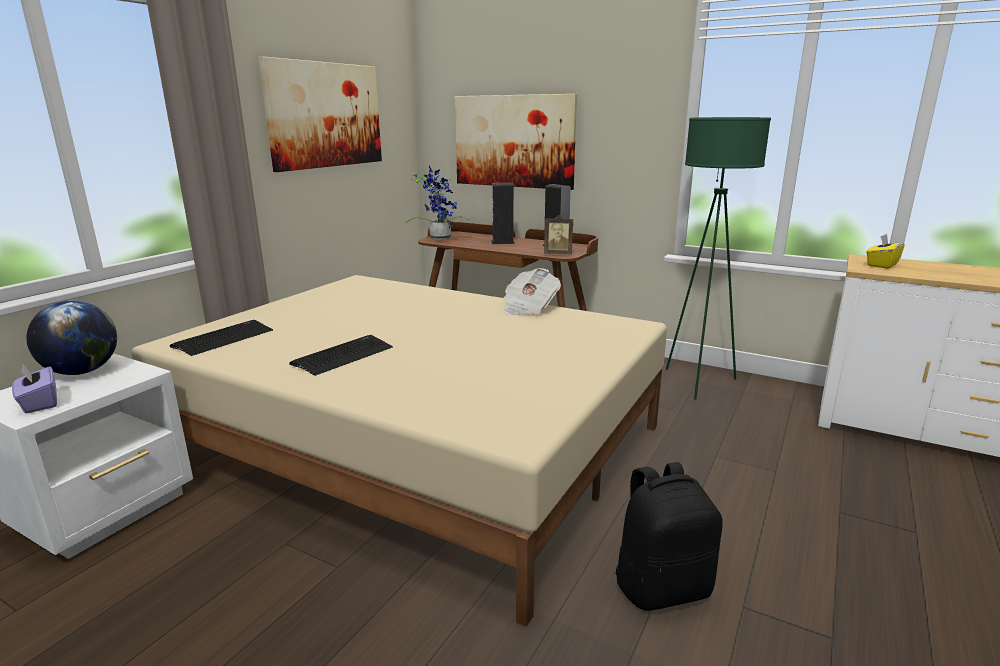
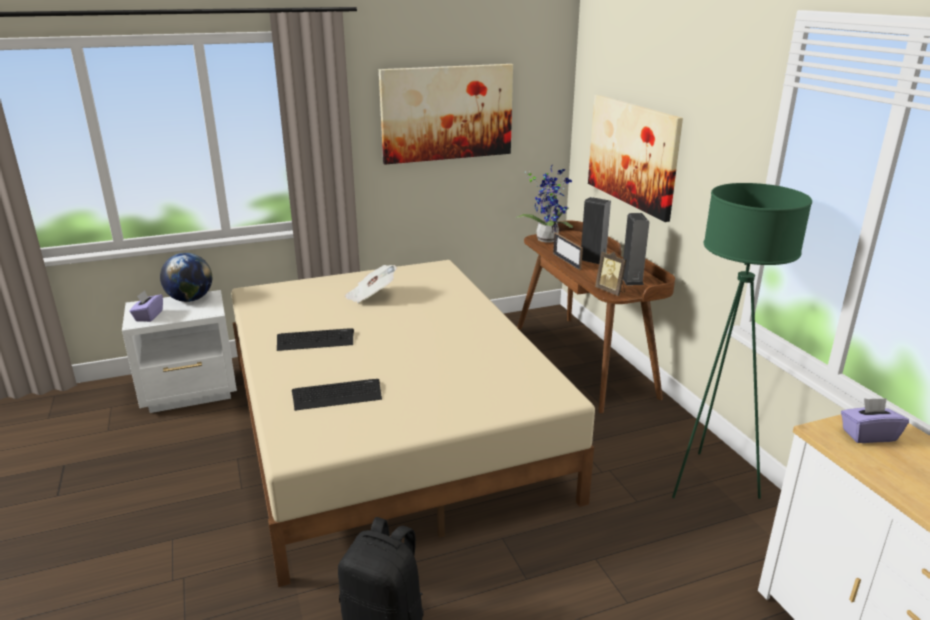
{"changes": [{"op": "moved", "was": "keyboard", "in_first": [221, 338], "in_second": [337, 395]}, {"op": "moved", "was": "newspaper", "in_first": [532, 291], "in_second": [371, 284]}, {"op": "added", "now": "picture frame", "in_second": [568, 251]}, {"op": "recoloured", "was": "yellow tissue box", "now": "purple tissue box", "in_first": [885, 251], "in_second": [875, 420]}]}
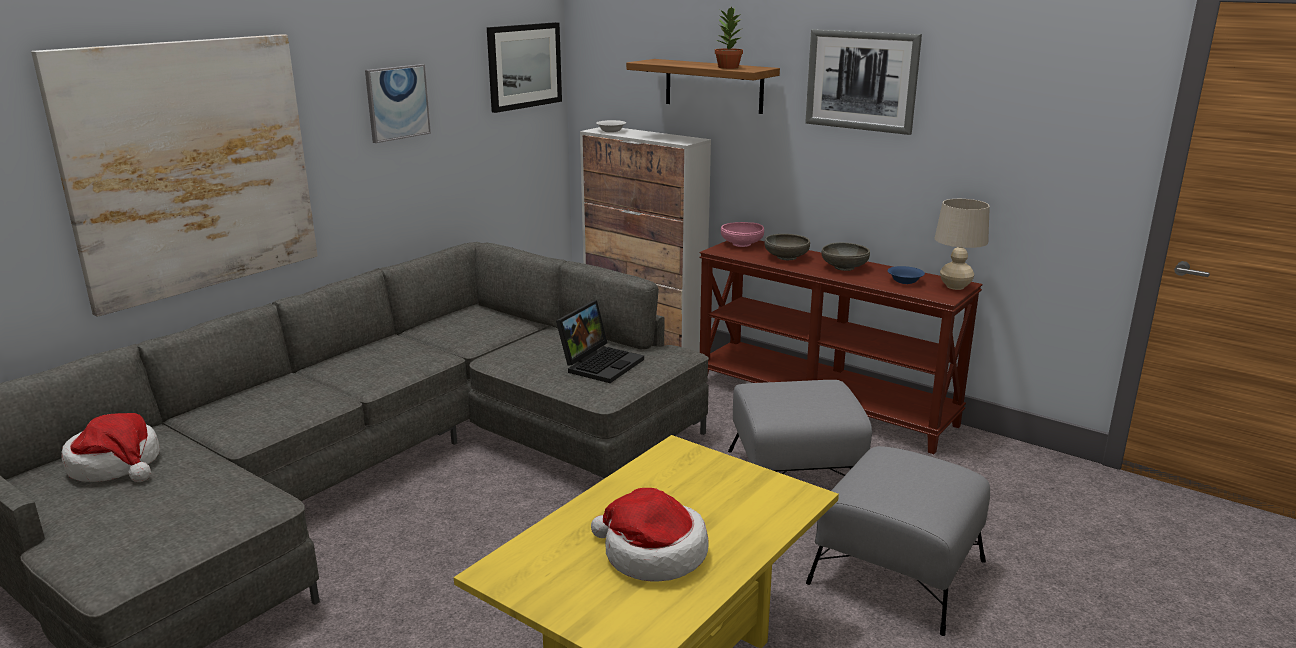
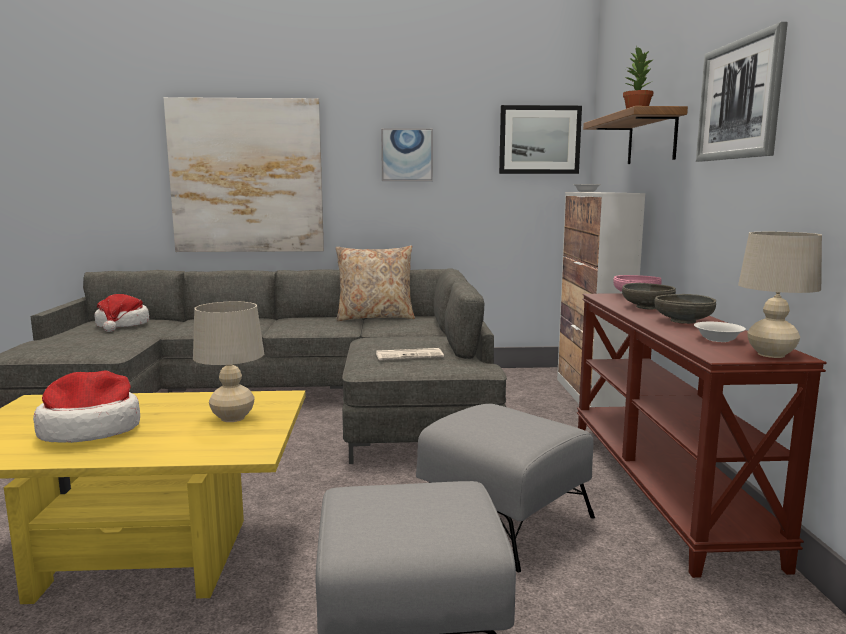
{"changes": [{"op": "added", "now": "beige table lamp", "in_second": [228, 361]}, {"op": "added", "now": "beige pillow", "in_second": [375, 283]}, {"op": "replaced", "was": "laptop", "now": "newspaper", "in_first": [600, 341], "in_second": [410, 354]}, {"op": "recoloured", "was": "blue bowl", "now": "white bowl", "in_first": [906, 275], "in_second": [720, 332]}]}
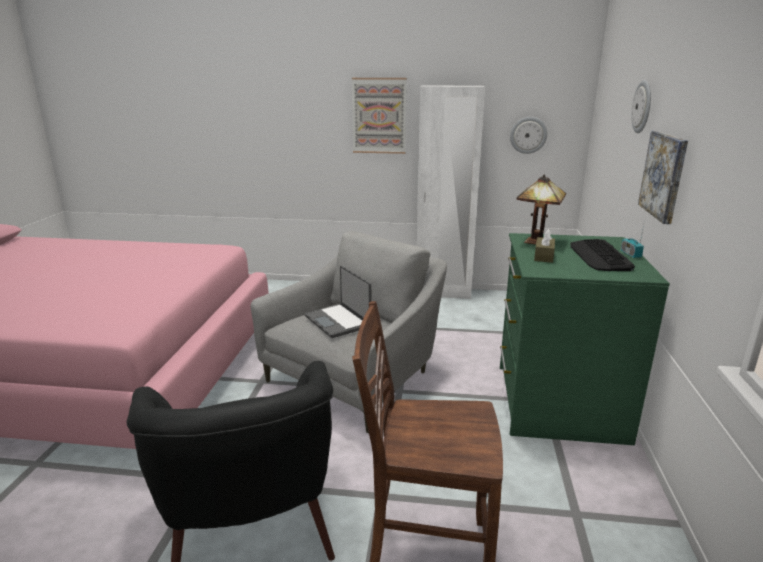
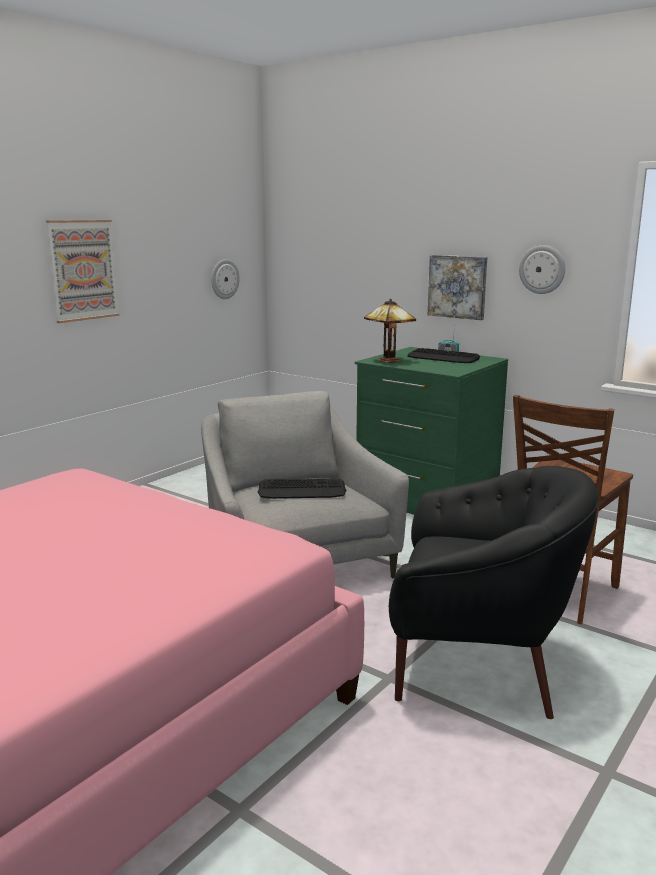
{"changes": [{"op": "replaced", "was": "laptop", "now": "keyboard", "in_first": [338, 302], "in_second": [302, 488]}, {"op": "moved", "was": "wall clock", "in_first": [641, 106], "in_second": [542, 269]}, {"op": "removed", "was": "white wardrobe", "in_first": [450, 192]}, {"op": "removed", "was": "brown tissue box", "in_first": [544, 246]}]}
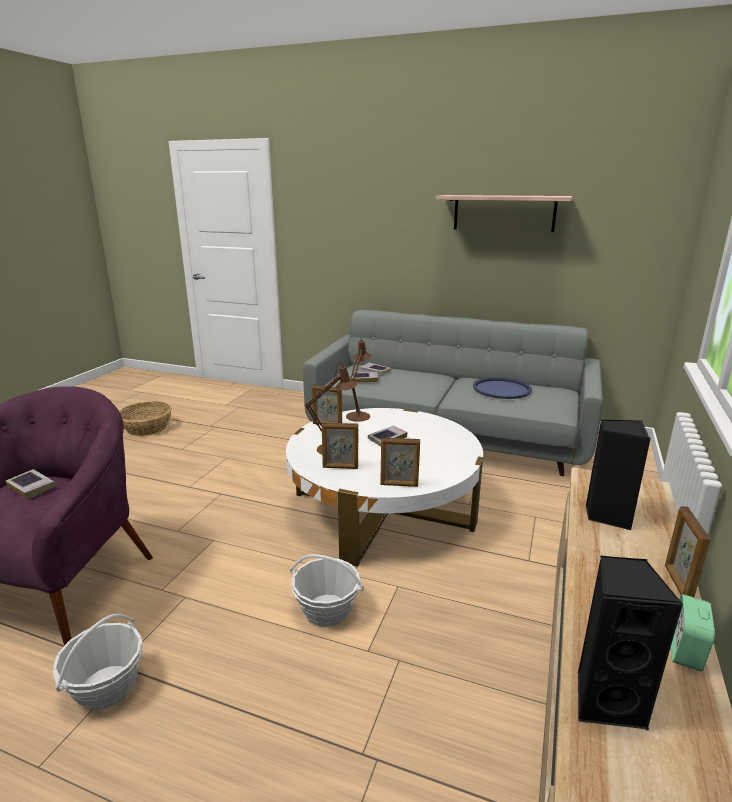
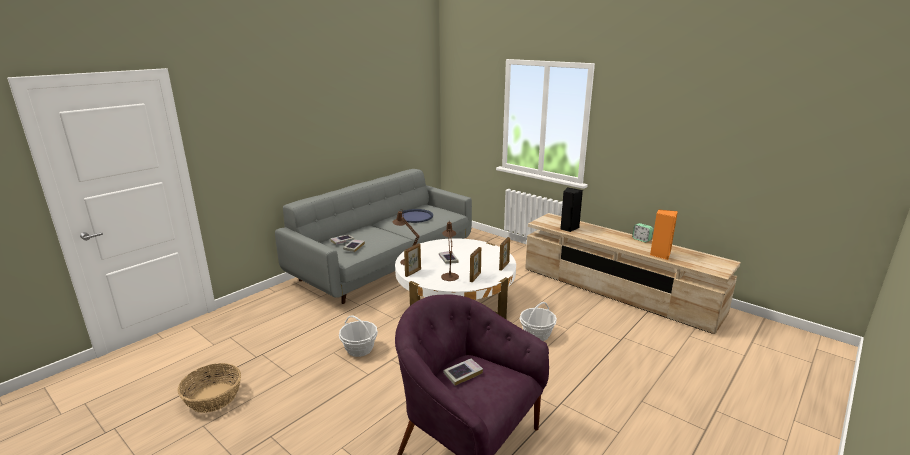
{"changes": [{"op": "moved", "was": "basket", "in_first": [98, 662], "in_second": [358, 336]}, {"op": "recoloured", "was": "black speaker", "now": "orange speaker", "in_first": [630, 643], "in_second": [664, 234]}, {"op": "removed", "was": "shelf", "in_first": [504, 213]}, {"op": "removed", "was": "picture frame", "in_first": [687, 551]}]}
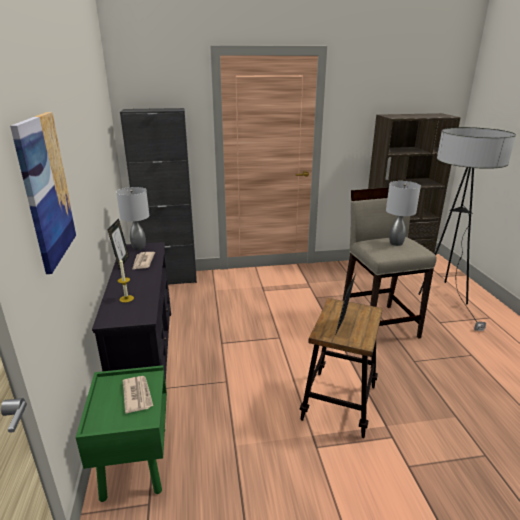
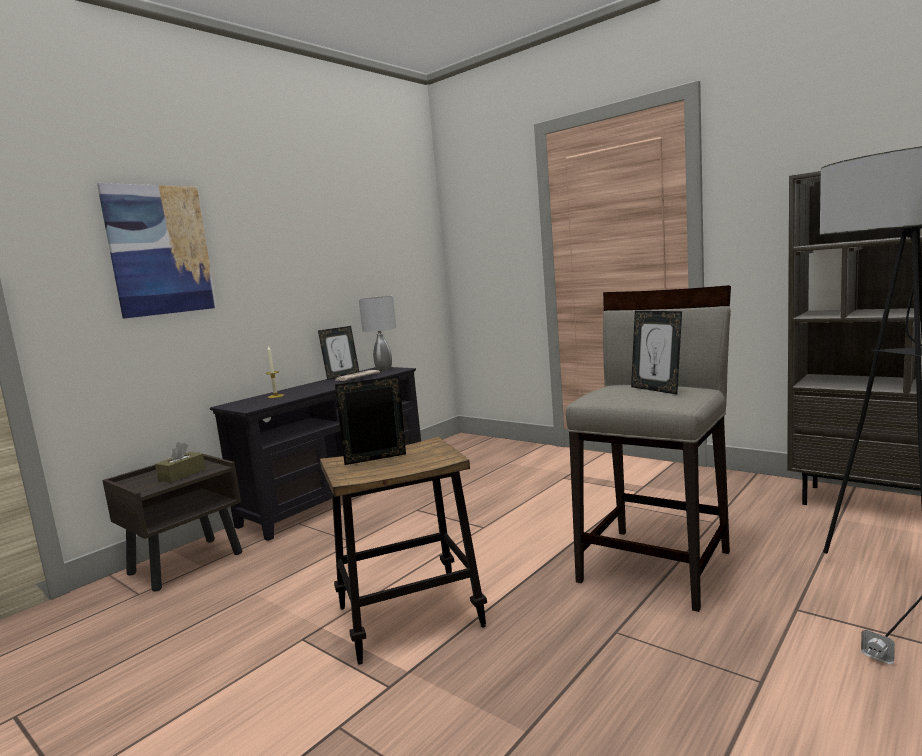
{"changes": [{"op": "recoloured", "was": "green nightstand", "now": "brown nightstand", "in_first": [121, 433], "in_second": [172, 522]}, {"op": "replaced", "was": "newspaper", "now": "brown tissue box", "in_first": [138, 395], "in_second": [180, 462]}, {"op": "replaced", "was": "grey table lamp", "now": "picture frame", "in_first": [403, 213], "in_second": [656, 352]}, {"op": "removed", "was": "black cabinet", "in_first": [158, 196]}]}
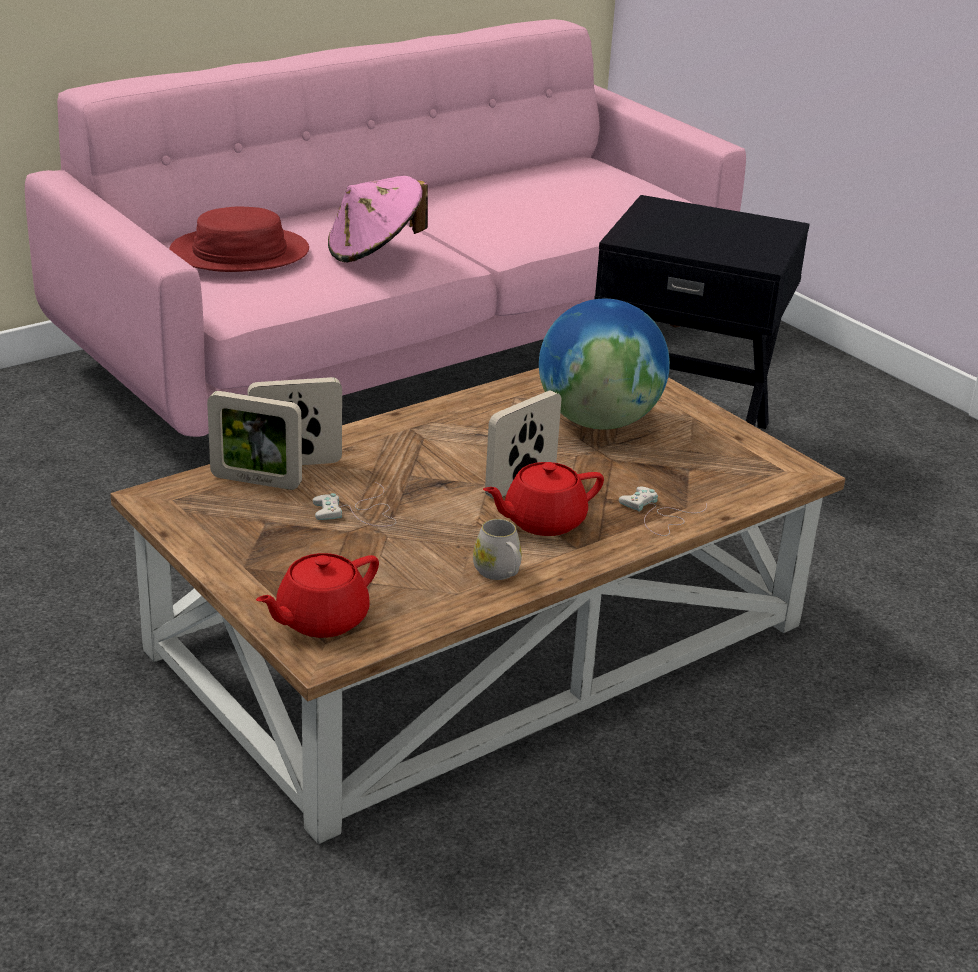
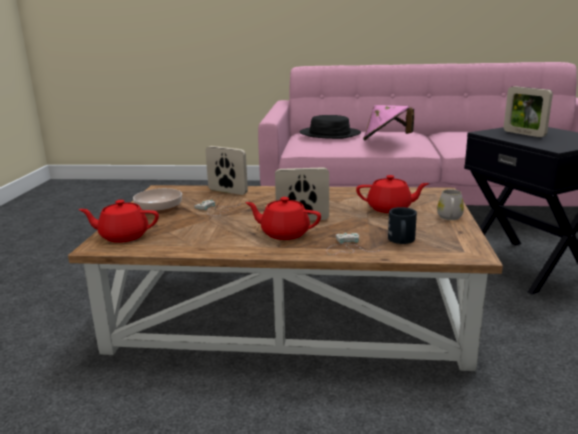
{"changes": [{"op": "added", "now": "bowl", "in_second": [157, 201]}, {"op": "recoloured", "was": "red hat", "now": "black hat", "in_first": [239, 239], "in_second": [330, 127]}, {"op": "replaced", "was": "globe", "now": "red teapot", "in_first": [604, 364], "in_second": [392, 194]}, {"op": "added", "now": "black mug", "in_second": [402, 225]}, {"op": "moved", "was": "white mug", "in_first": [497, 549], "in_second": [450, 204]}, {"op": "moved", "was": "picture frame", "in_first": [254, 440], "in_second": [528, 111]}]}
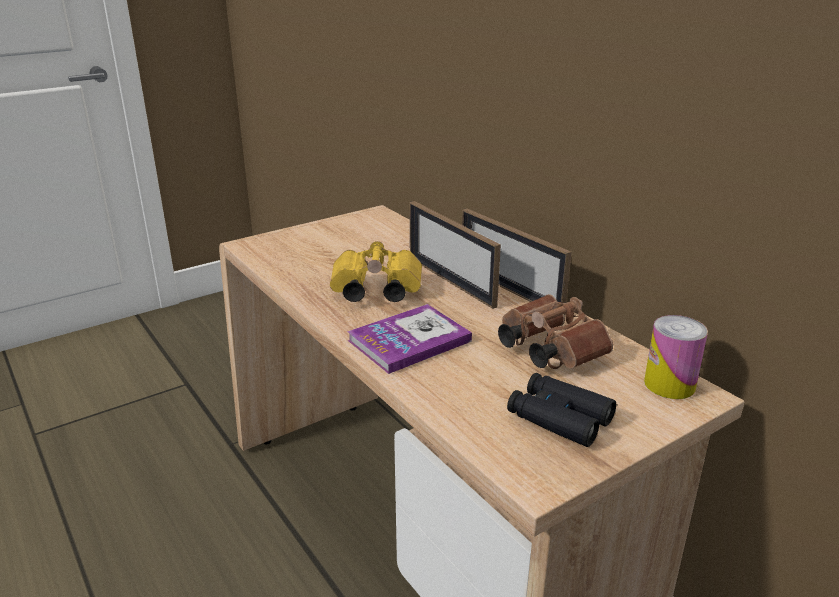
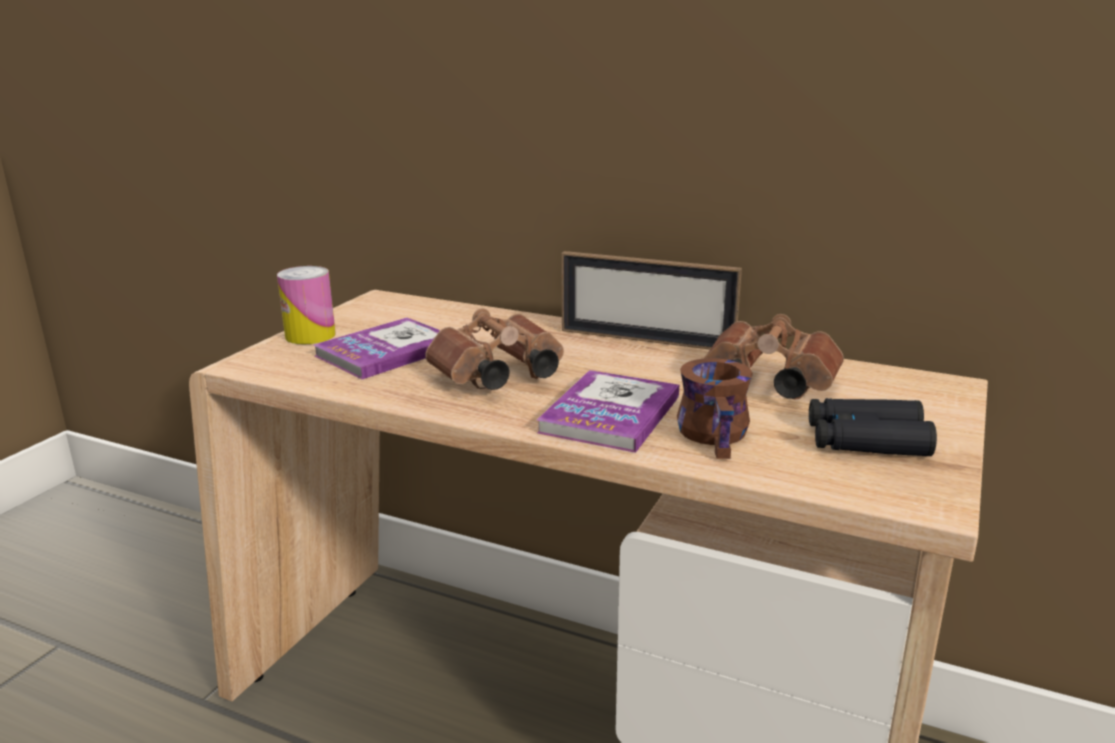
{"changes": [{"op": "moved", "was": "can", "in_first": [676, 357], "in_second": [306, 305]}, {"op": "added", "now": "book", "in_second": [377, 348]}, {"op": "recoloured", "was": "yellow binoculars", "now": "brown binoculars", "in_first": [376, 271], "in_second": [494, 349]}, {"op": "added", "now": "brown mug", "in_second": [715, 408]}, {"op": "removed", "was": "picture frame", "in_first": [455, 255]}]}
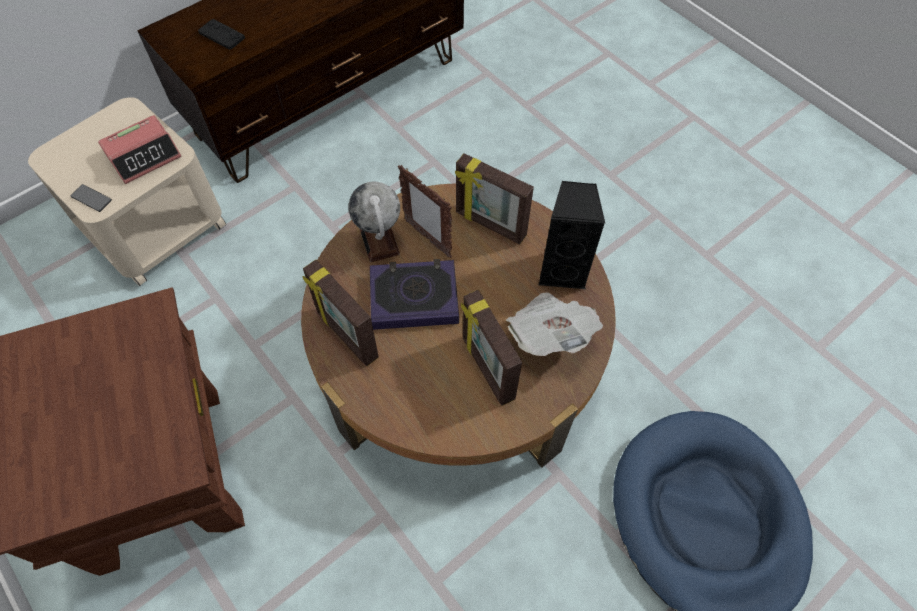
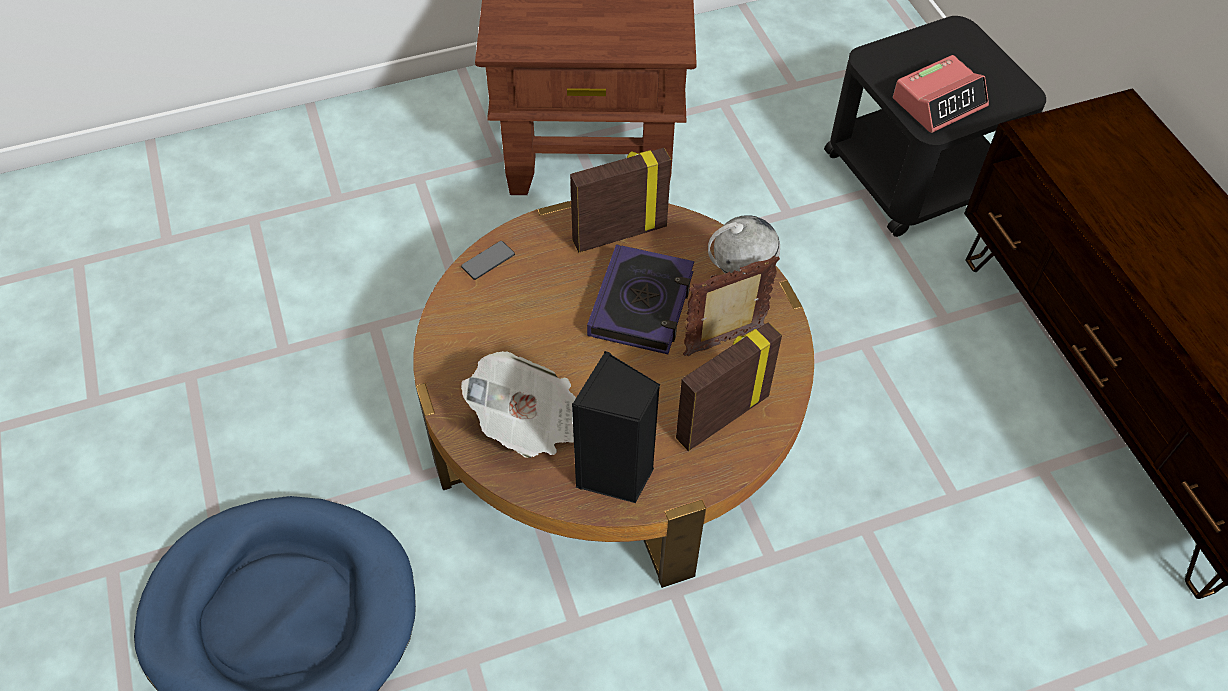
{"changes": [{"op": "moved", "was": "phone", "in_first": [91, 198], "in_second": [488, 260]}, {"op": "recoloured", "was": "beige side table", "now": "black side table", "in_first": [127, 191], "in_second": [935, 126]}, {"op": "turned", "was": "alarm clock", "in_first": [139, 149], "in_second": [941, 94], "clockwise": -105}, {"op": "removed", "was": "black game controller", "in_first": [221, 34]}, {"op": "removed", "was": "picture frame", "in_first": [491, 348]}]}
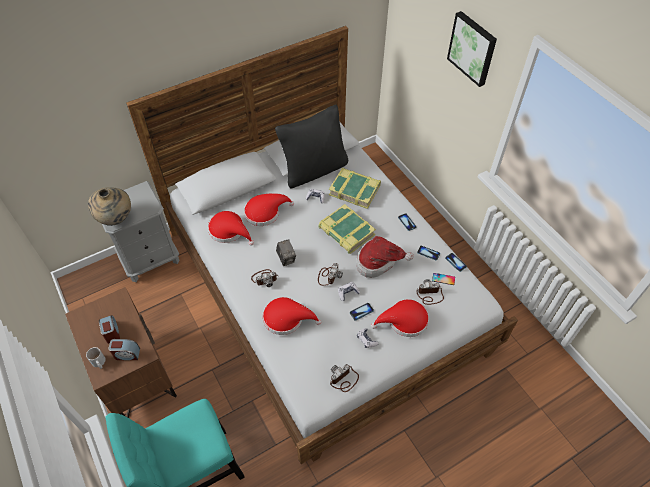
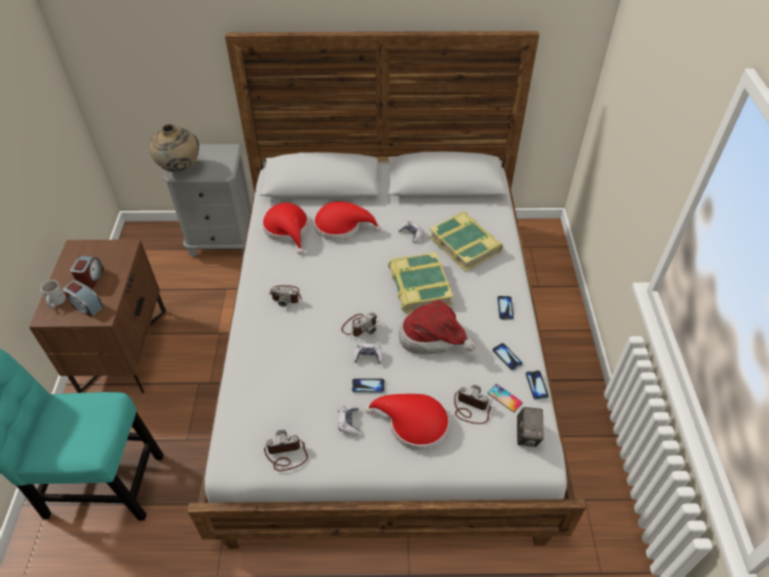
{"changes": [{"op": "moved", "was": "photo camera", "in_first": [286, 252], "in_second": [530, 427]}, {"op": "removed", "was": "red hat", "in_first": [292, 316]}, {"op": "removed", "was": "black pillow", "in_first": [311, 146]}, {"op": "removed", "was": "picture", "in_first": [472, 49]}]}
